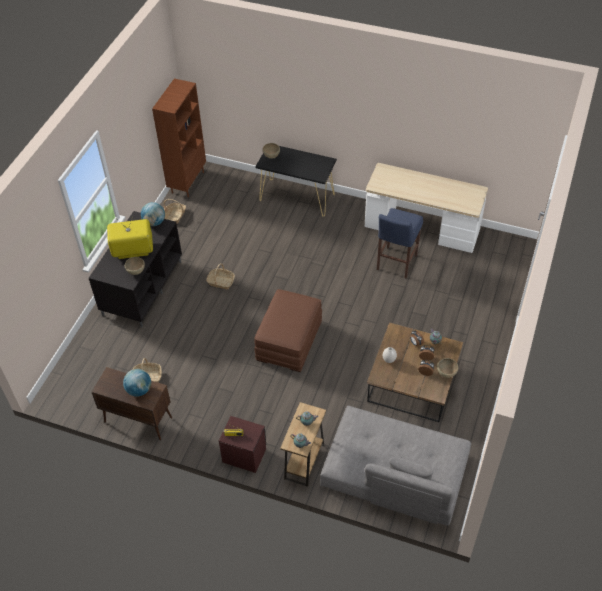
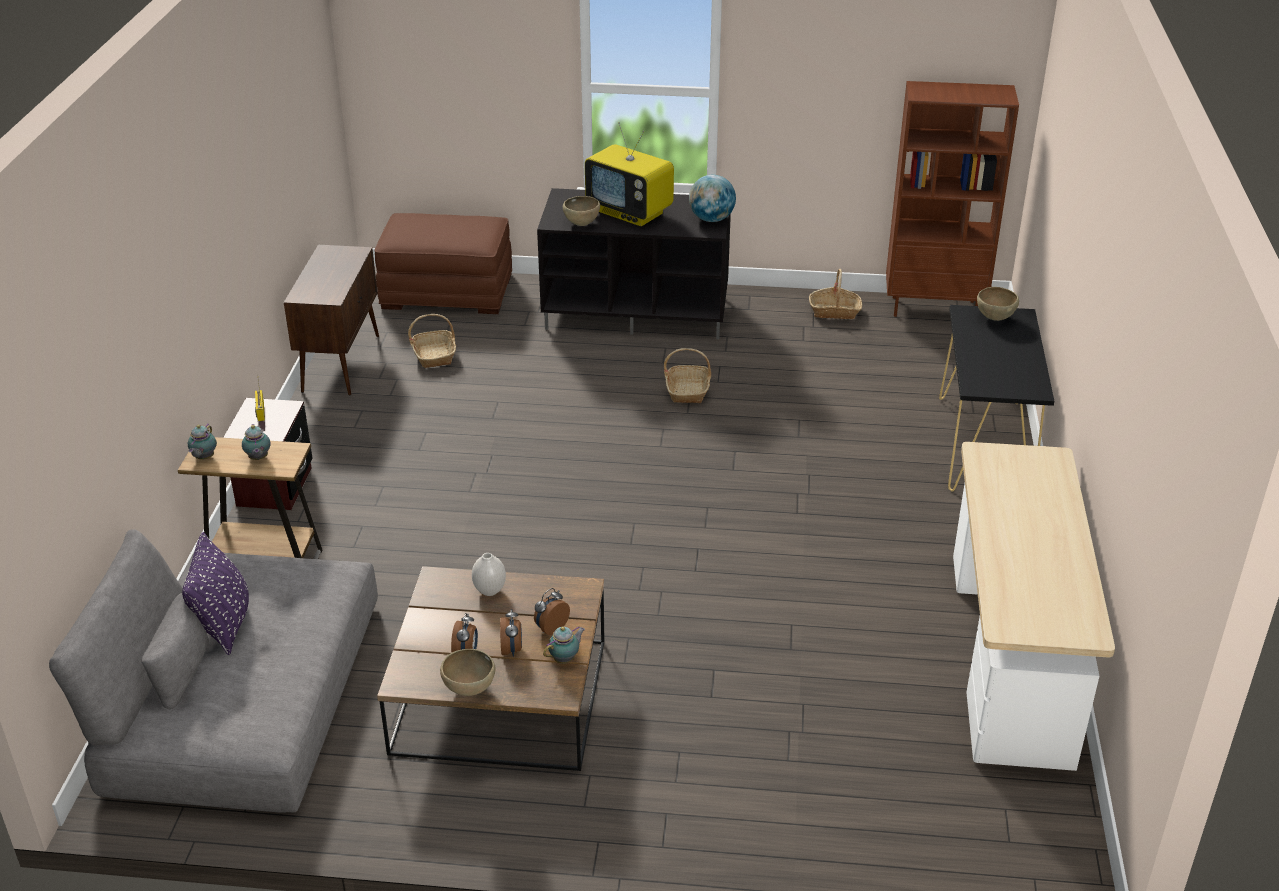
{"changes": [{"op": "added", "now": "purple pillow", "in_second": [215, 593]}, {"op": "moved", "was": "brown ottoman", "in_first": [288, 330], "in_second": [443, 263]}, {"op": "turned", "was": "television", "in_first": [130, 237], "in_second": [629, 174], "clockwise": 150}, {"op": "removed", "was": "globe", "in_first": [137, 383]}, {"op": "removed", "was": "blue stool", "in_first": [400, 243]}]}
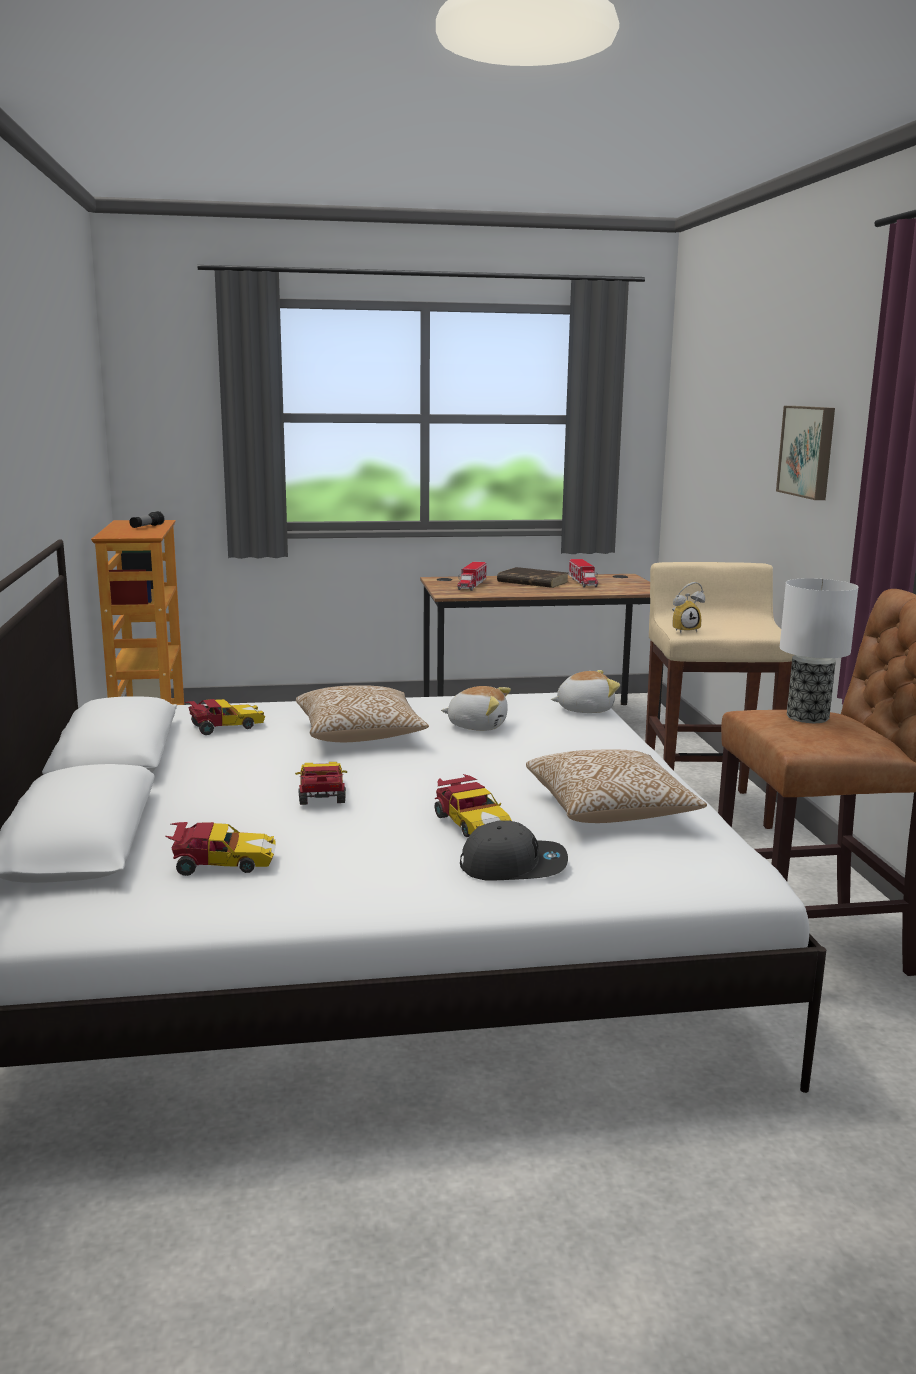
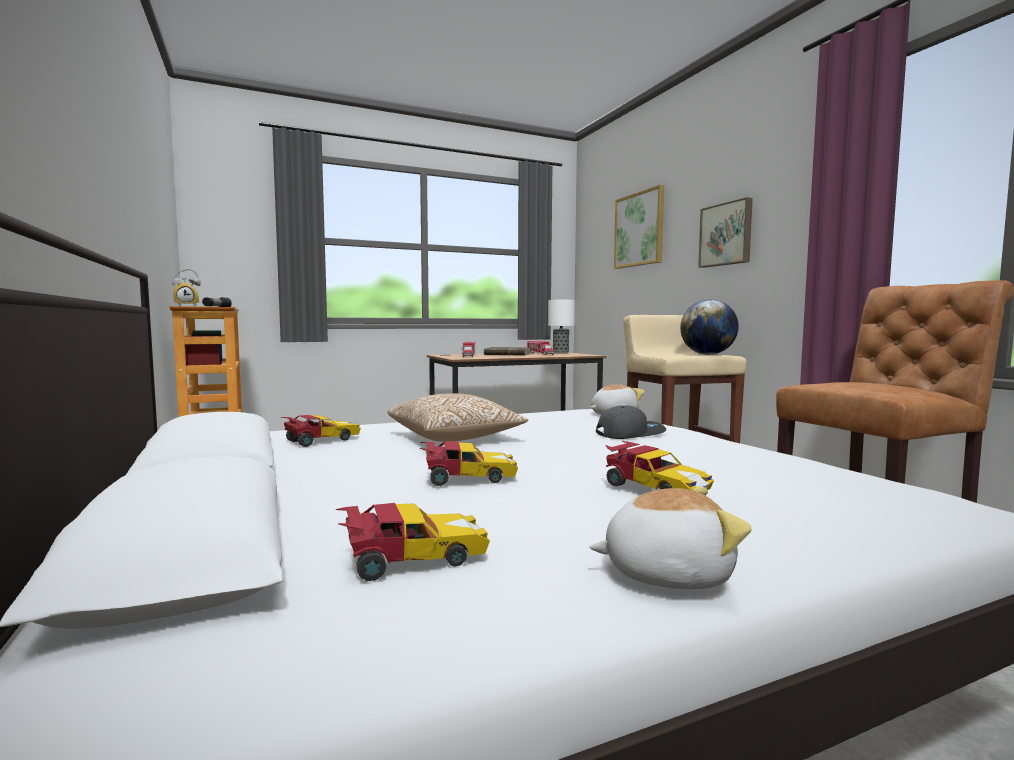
{"changes": [{"op": "moved", "was": "alarm clock", "in_first": [688, 607], "in_second": [186, 288]}, {"op": "turned", "was": "toy car", "in_first": [321, 783], "in_second": [469, 463], "clockwise": 105}, {"op": "moved", "was": "table lamp", "in_first": [819, 650], "in_second": [561, 327]}, {"op": "moved", "was": "plush toy", "in_first": [476, 708], "in_second": [670, 538]}, {"op": "moved", "was": "grey cap", "in_first": [514, 850], "in_second": [631, 422]}, {"op": "added", "now": "picture", "in_second": [639, 227]}, {"op": "added", "now": "globe", "in_second": [709, 327]}, {"op": "removed", "was": "pillow", "in_first": [616, 786]}]}
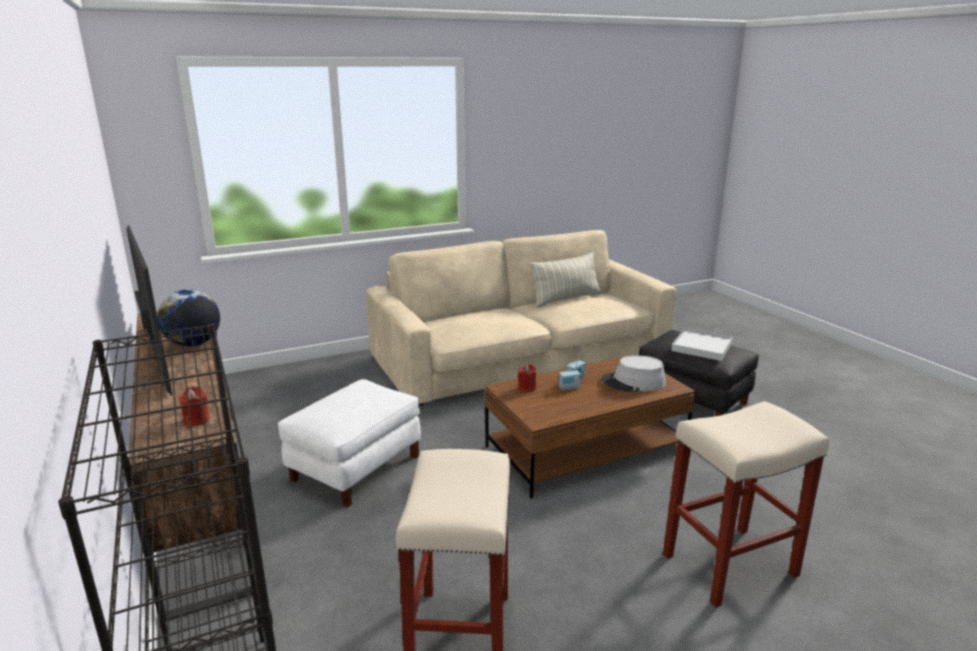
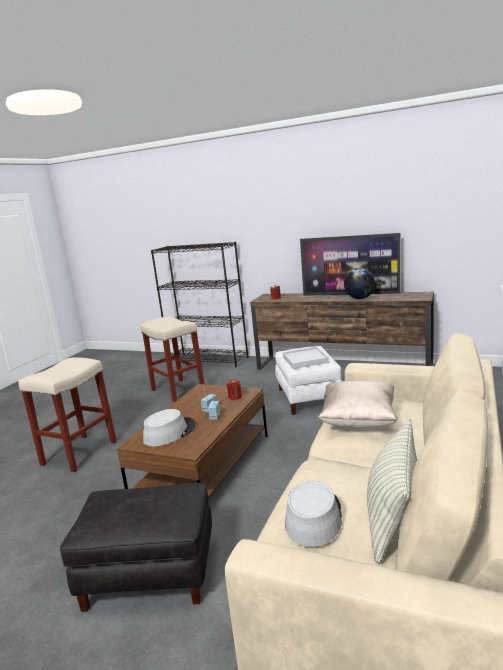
{"changes": [{"op": "moved", "was": "white tray", "in_first": [702, 345], "in_second": [306, 358]}, {"op": "added", "now": "grey hat", "in_second": [313, 514]}, {"op": "added", "now": "beige pillow", "in_second": [357, 405]}]}
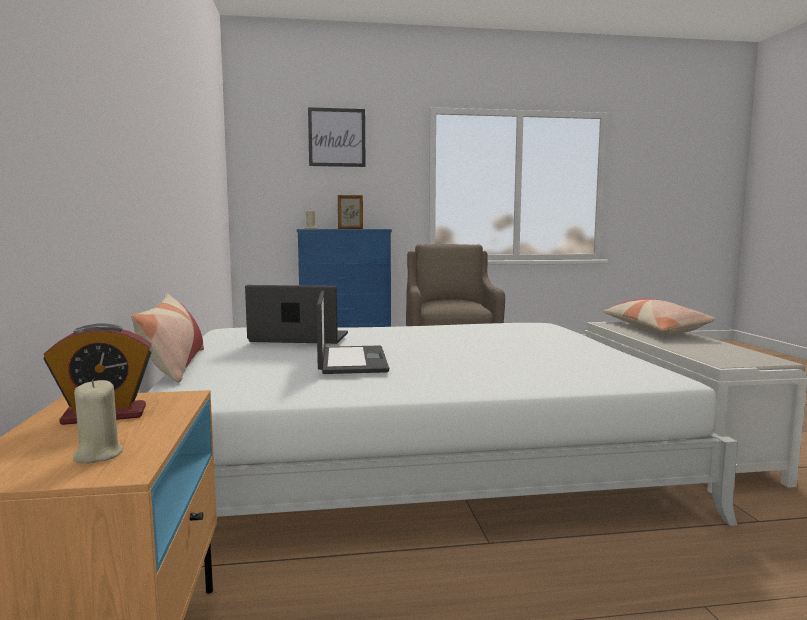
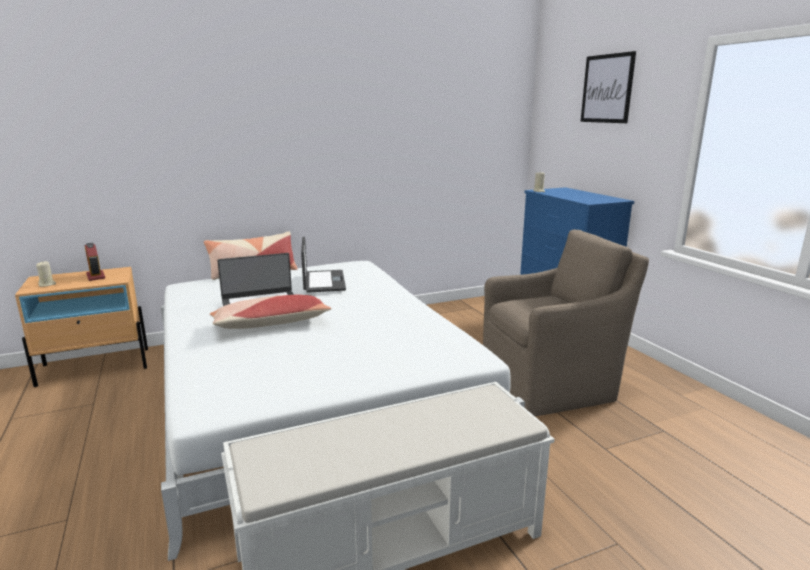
{"changes": [{"op": "moved", "was": "pillow", "in_first": [659, 316], "in_second": [271, 312]}, {"op": "removed", "was": "picture frame", "in_first": [350, 212]}]}
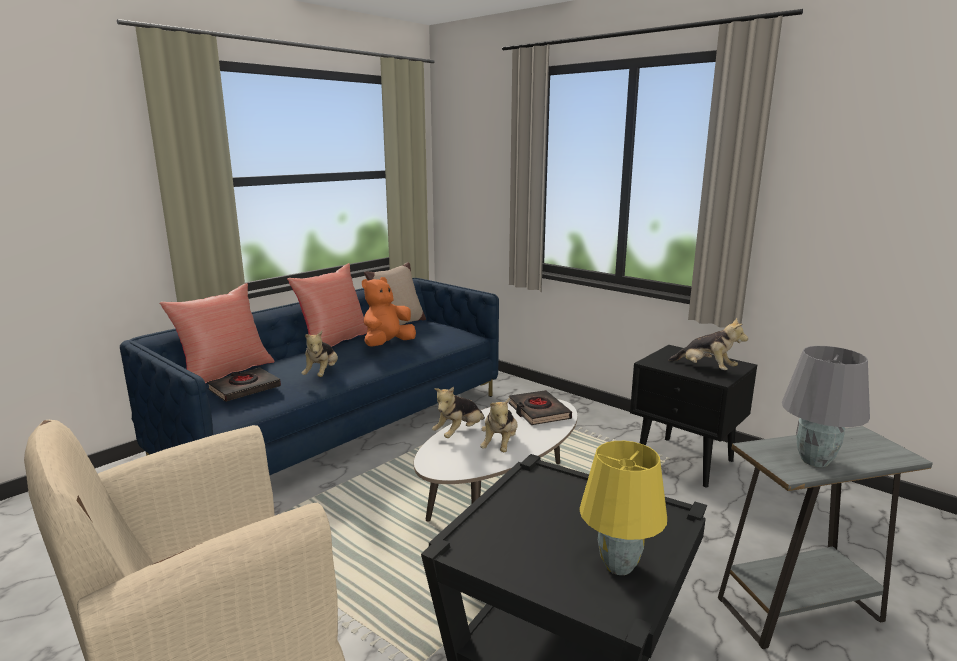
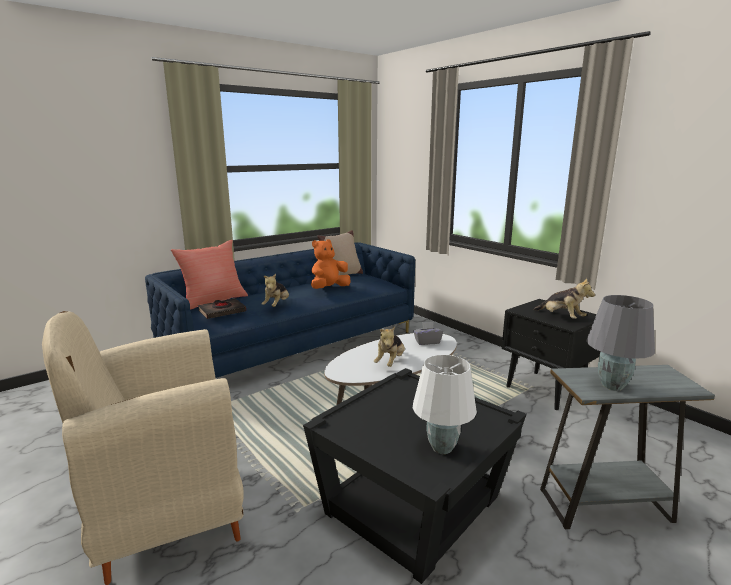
{"changes": [{"op": "replaced", "was": "black book", "now": "grey tissue box", "in_first": [540, 407], "in_second": [428, 333]}, {"op": "recoloured", "was": "yellow table lamp", "now": "white table lamp", "in_first": [623, 508], "in_second": [445, 404]}, {"op": "removed", "was": "red pillow", "in_first": [327, 305]}, {"op": "removed", "was": "plush toy", "in_first": [458, 412]}]}
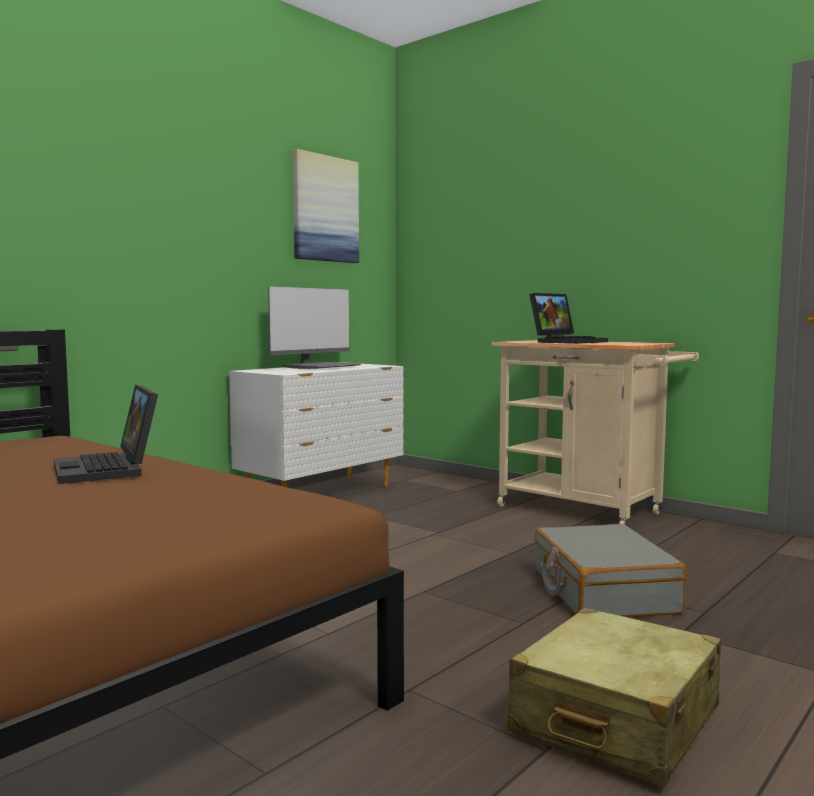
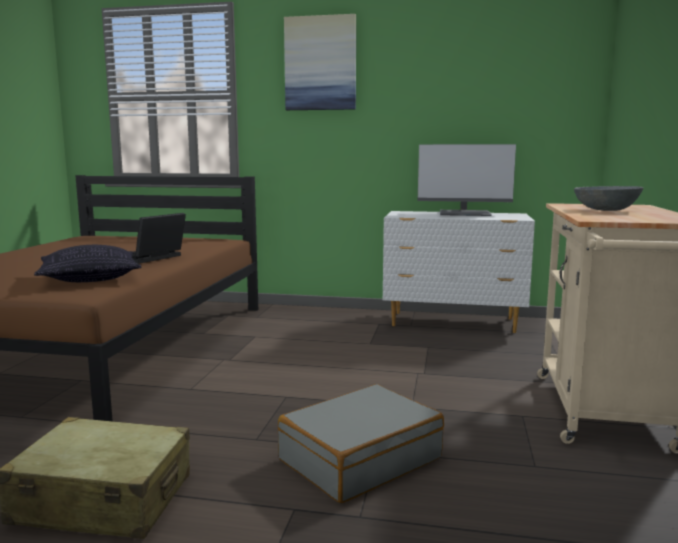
{"changes": [{"op": "added", "now": "pillow", "in_second": [87, 263]}, {"op": "moved", "was": "picture", "in_first": [326, 206], "in_second": [320, 62]}, {"op": "replaced", "was": "laptop", "now": "grey bowl", "in_first": [568, 318], "in_second": [609, 198]}]}
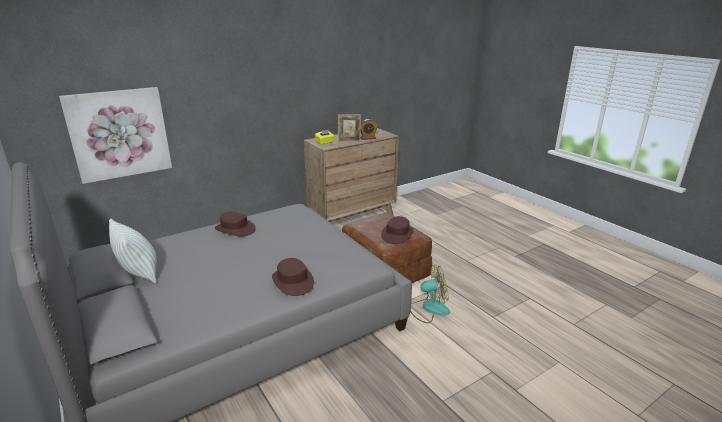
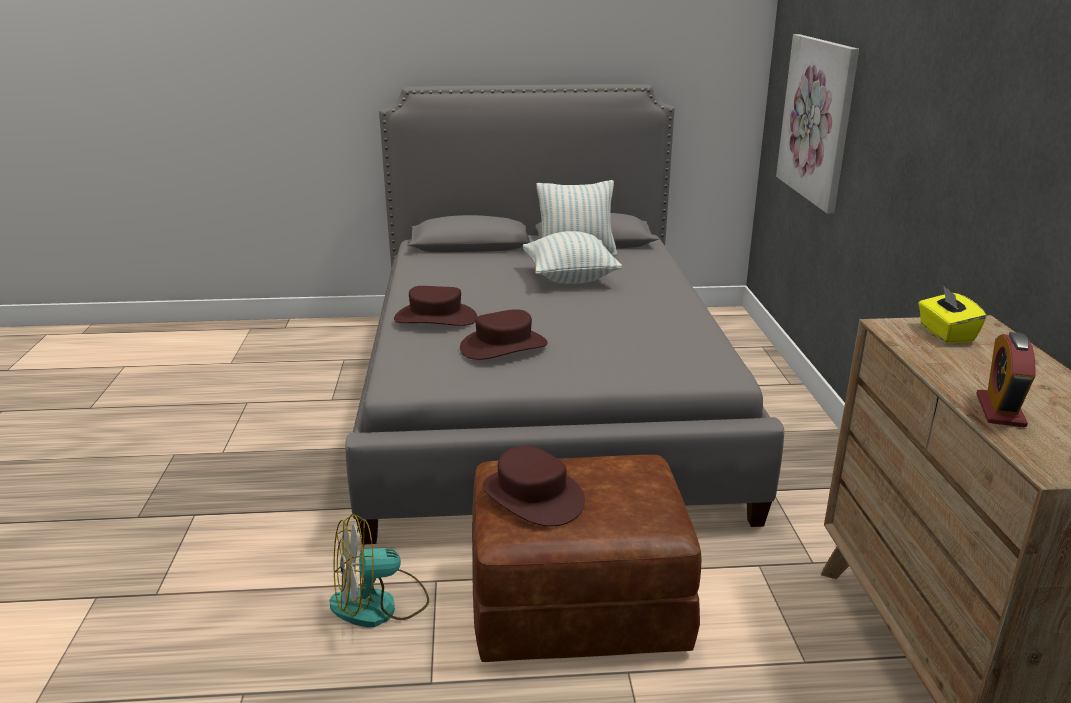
{"changes": [{"op": "turned", "was": "fan", "in_first": [430, 293], "in_second": [379, 571], "clockwise": 45}, {"op": "moved", "was": "brown hat", "in_first": [235, 224], "in_second": [504, 334]}, {"op": "added", "now": "pillow", "in_second": [572, 257]}, {"op": "removed", "was": "picture frame", "in_first": [349, 128]}]}
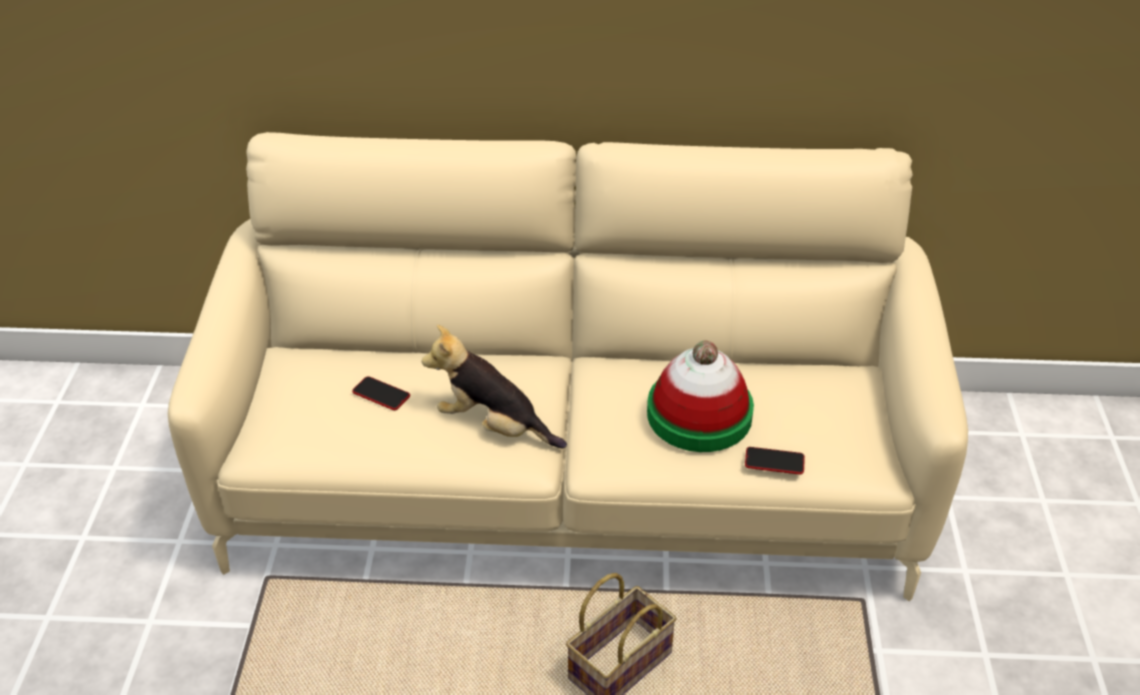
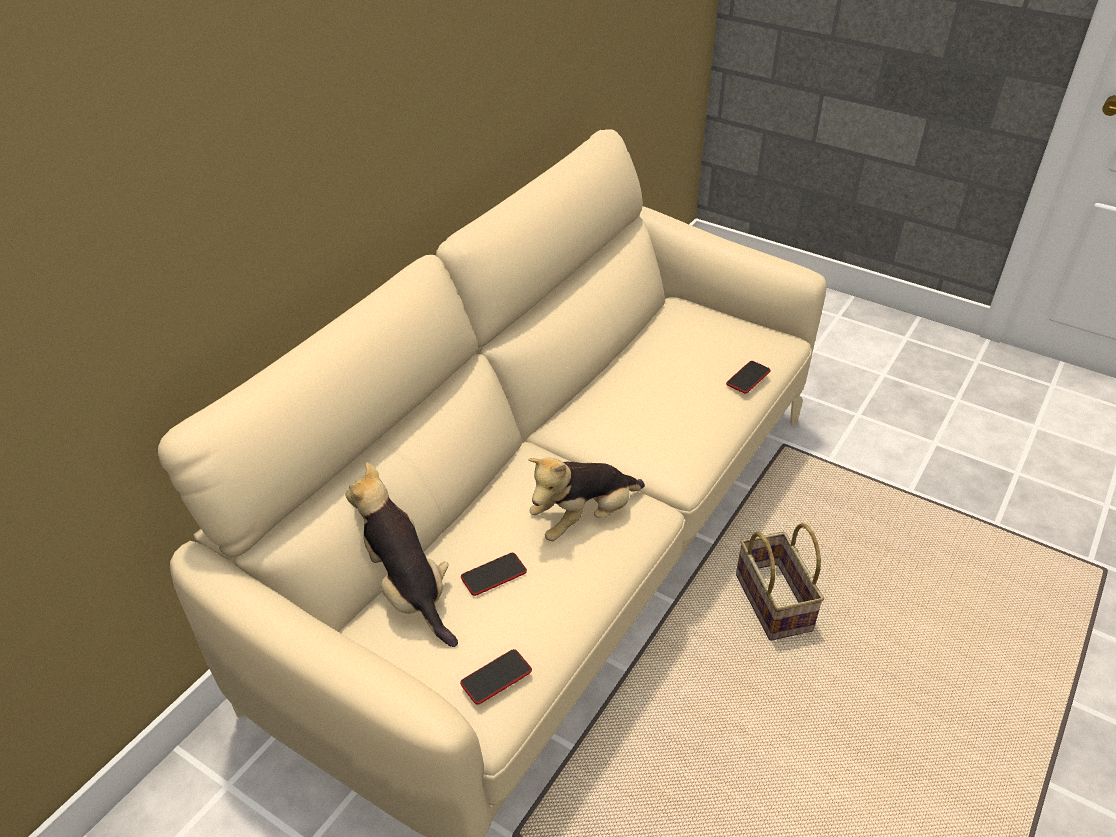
{"changes": [{"op": "added", "now": "plush toy", "in_second": [401, 555]}, {"op": "added", "now": "phone", "in_second": [496, 677]}, {"op": "removed", "was": "hat", "in_first": [700, 396]}]}
